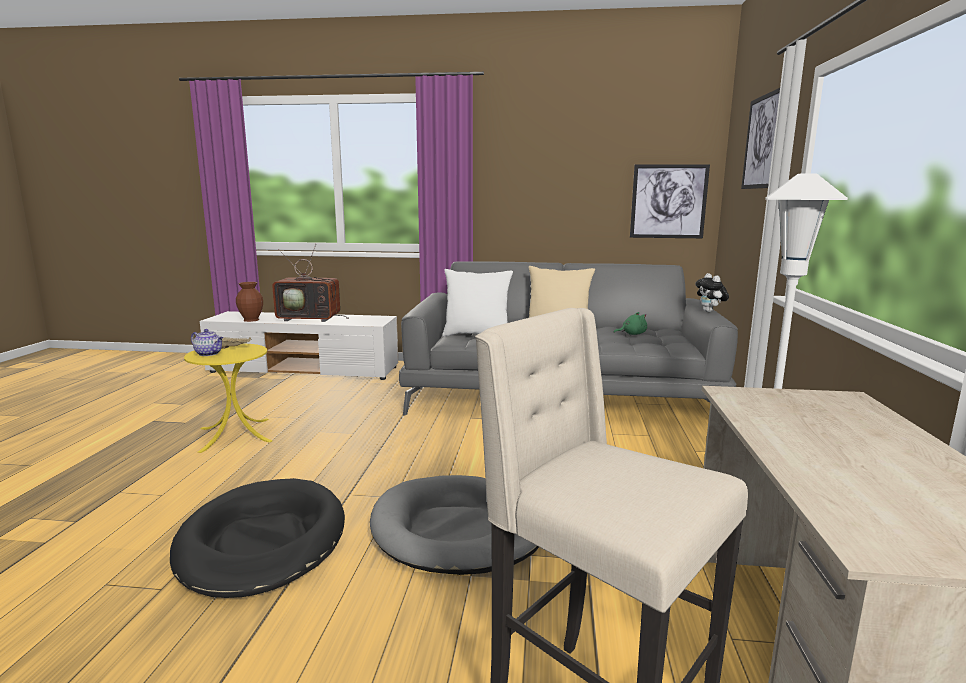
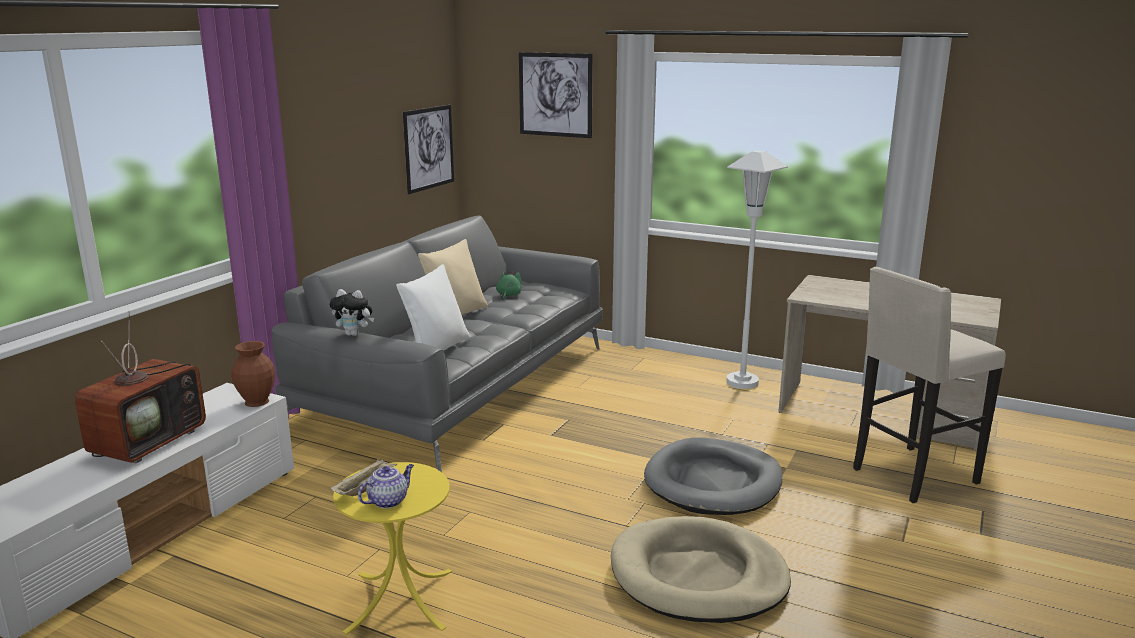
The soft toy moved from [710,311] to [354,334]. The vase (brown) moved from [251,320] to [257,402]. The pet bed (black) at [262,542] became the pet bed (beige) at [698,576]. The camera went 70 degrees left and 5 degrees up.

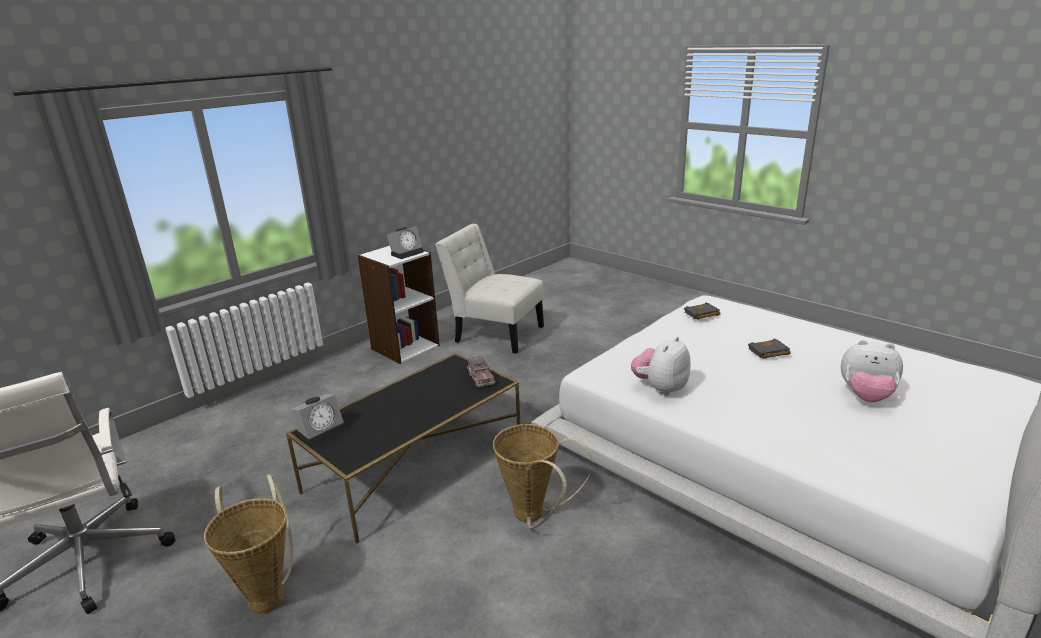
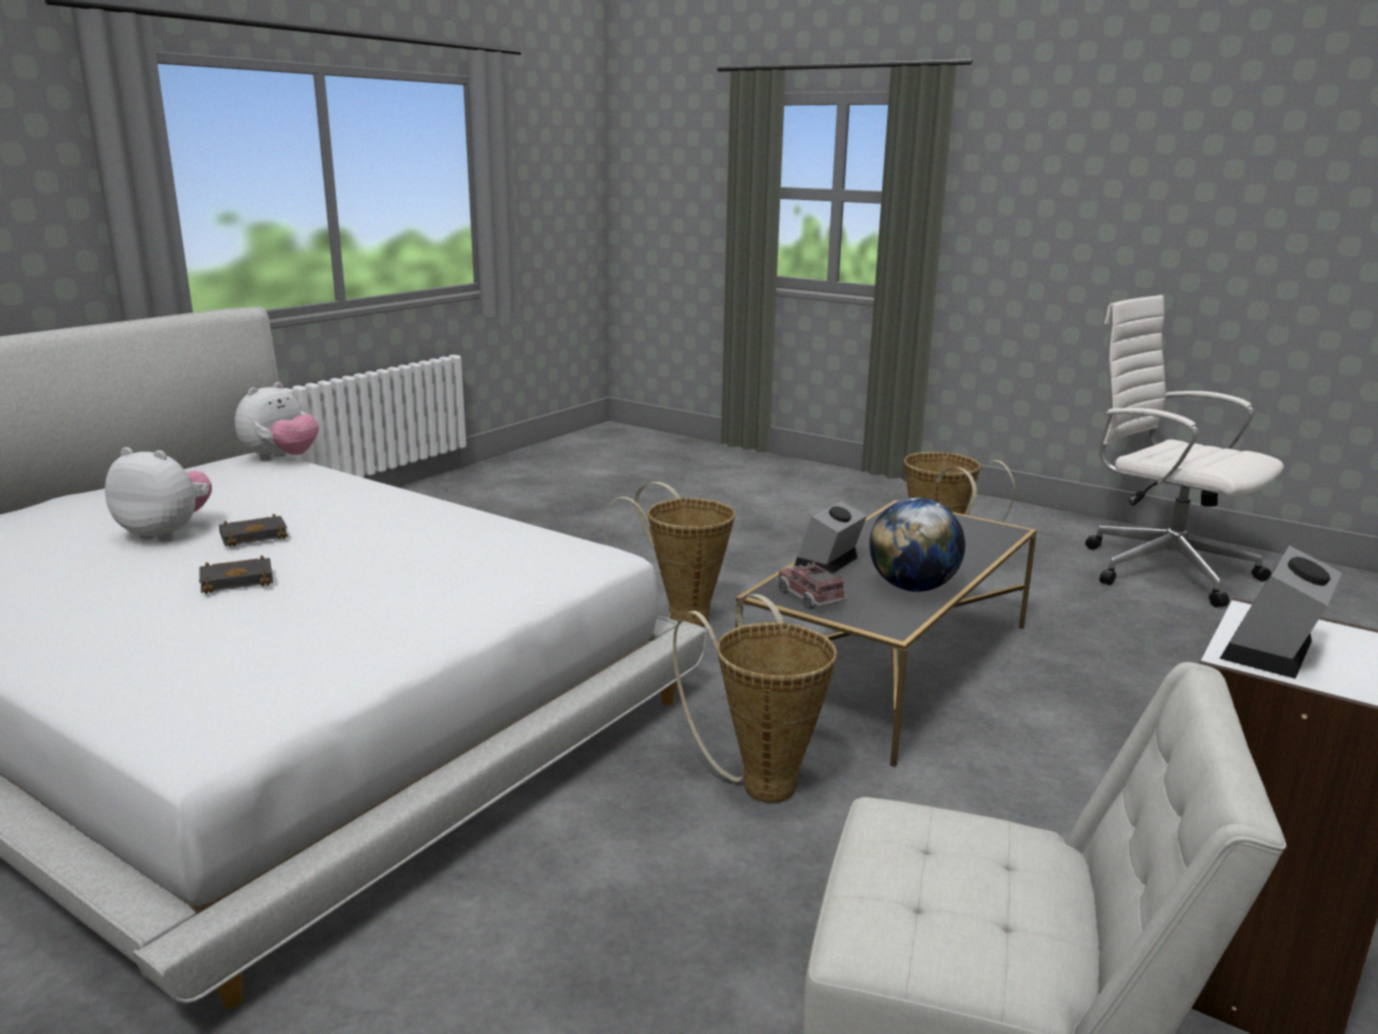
The bound book (black) moved from [701,314] to [255,535]. The soft toy moved from [660,388] to [281,458]. The bedside clock moved from [322,431] to [828,563]. The desk globe at [912,588] appeared. The household basket at [761,781] appeared. The camera went 170 degrees right and 5 degrees down.

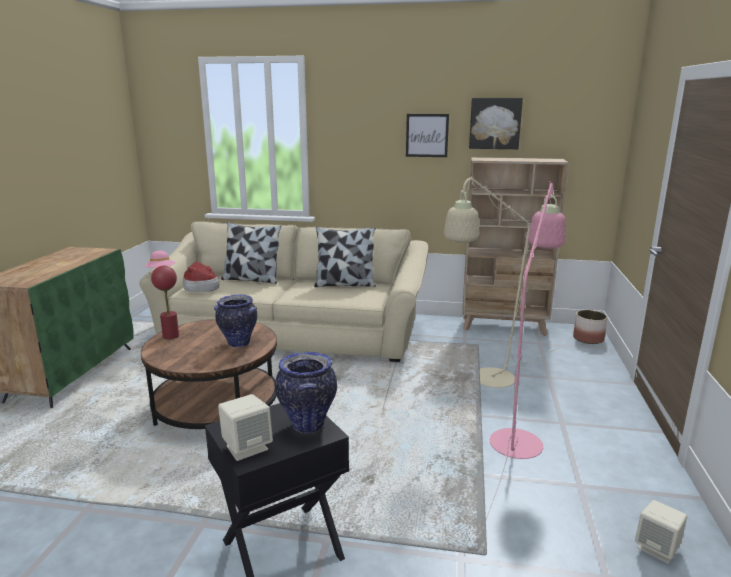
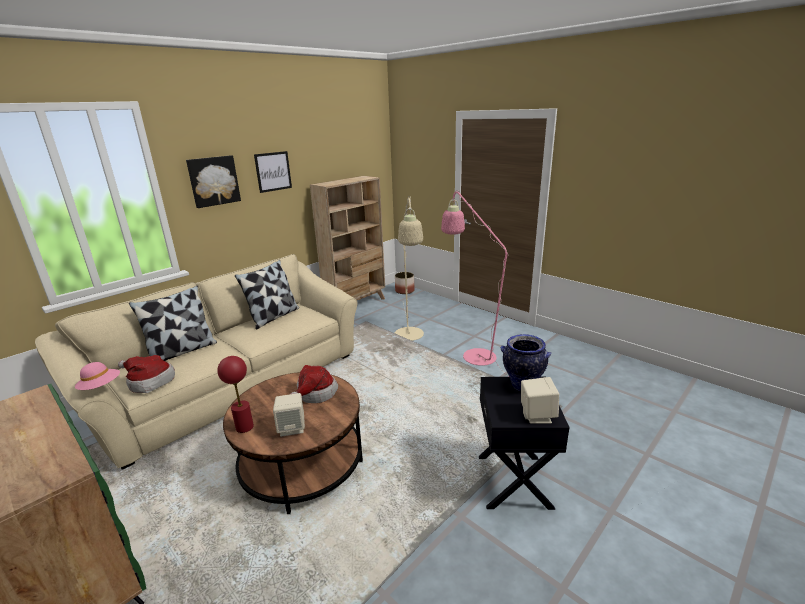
The picture moved from [495,123] to [213,181]. The vase at [238,343] was replaced by the clothing hat at [315,393]. The loudspeaker (beige) moved from [657,548] to [292,428]. The camera went 55 degrees left and 5 degrees up.

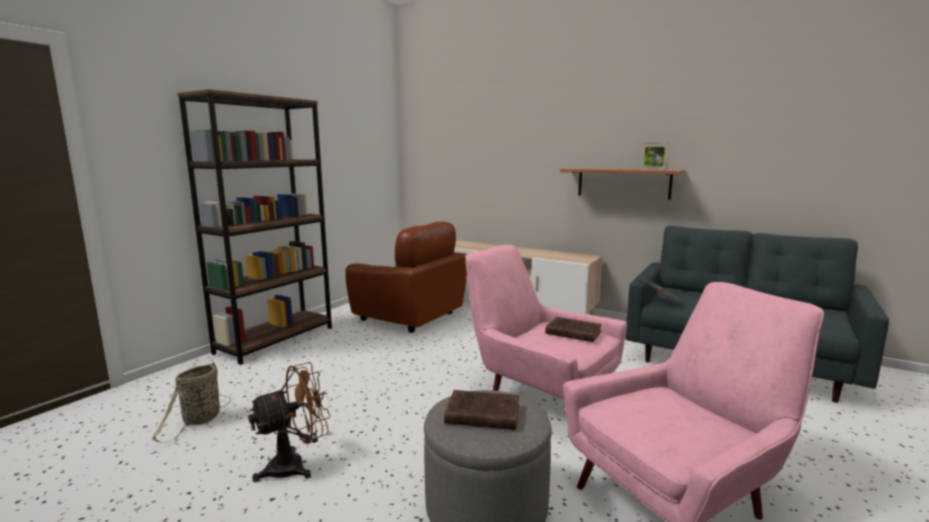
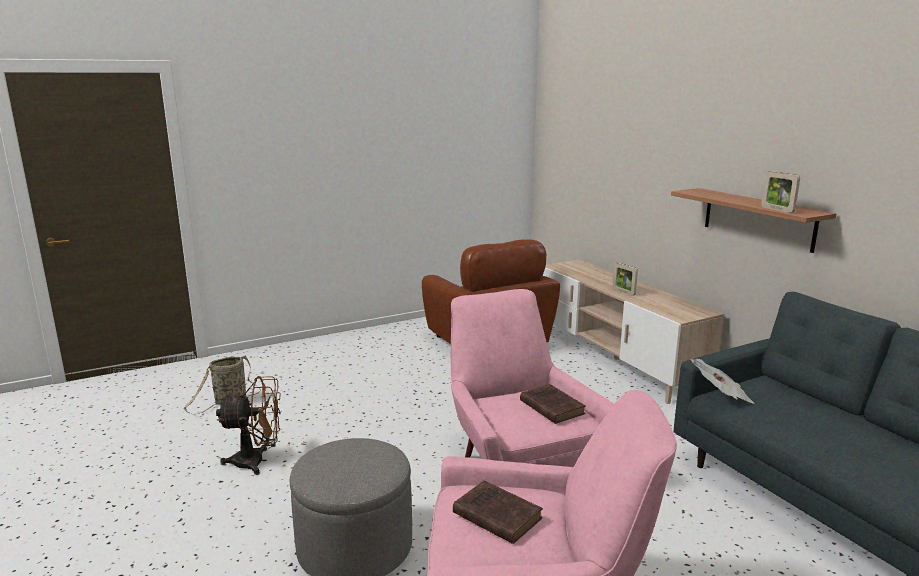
The bookcase (brown) at [276,340] disappeared. The bound book (brown) moved from [480,414] to [495,515]. The picture frame at [623,292] appeared. The camera went 30 degrees right and 5 degrees up.

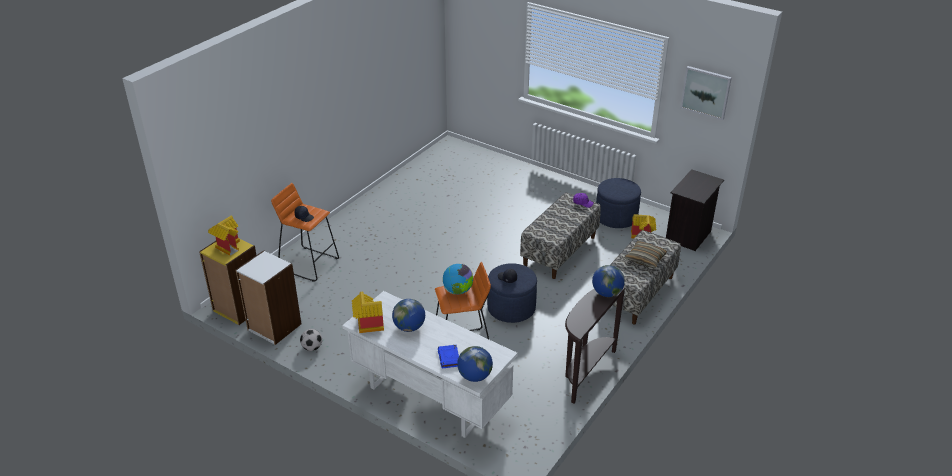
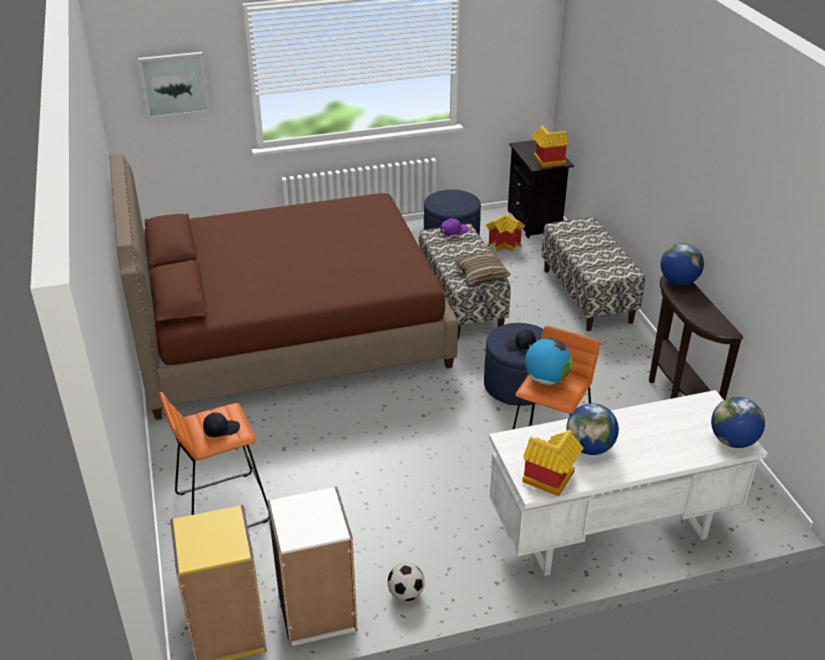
The picture moved from [706,92] to [174,84]. The model house moved from [227,246] to [546,162]. The cushion moved from [645,259] to [481,274]. The bound book (blue) at [449,358] disappeared. The bedroom bed (brown) at [289,331] appeared. The camera went 50 degrees left and 0 degrees up.

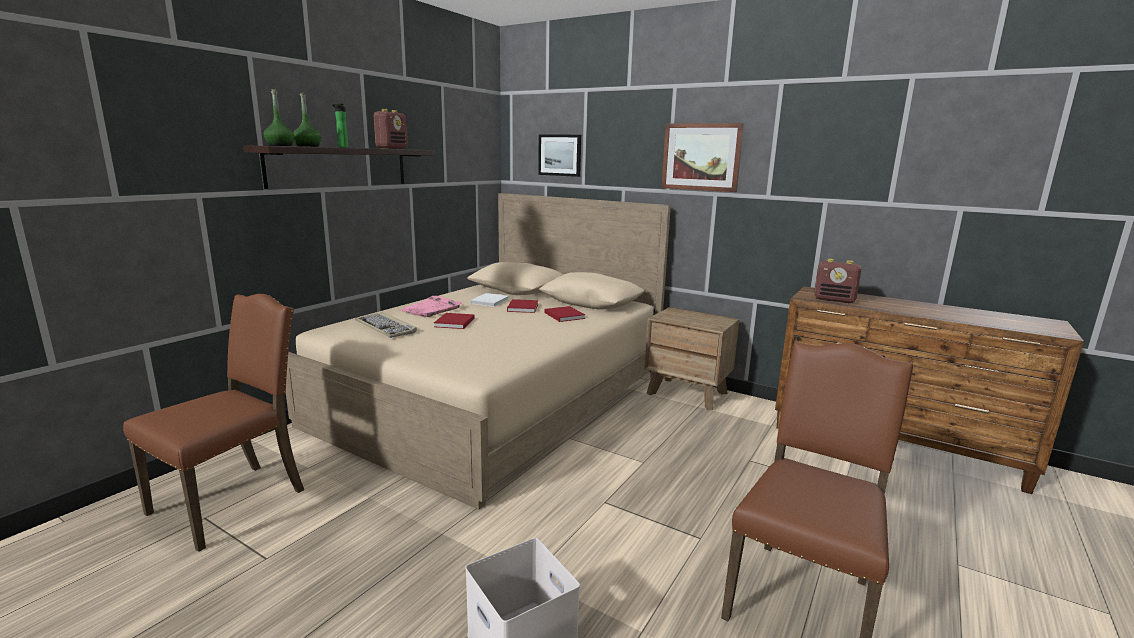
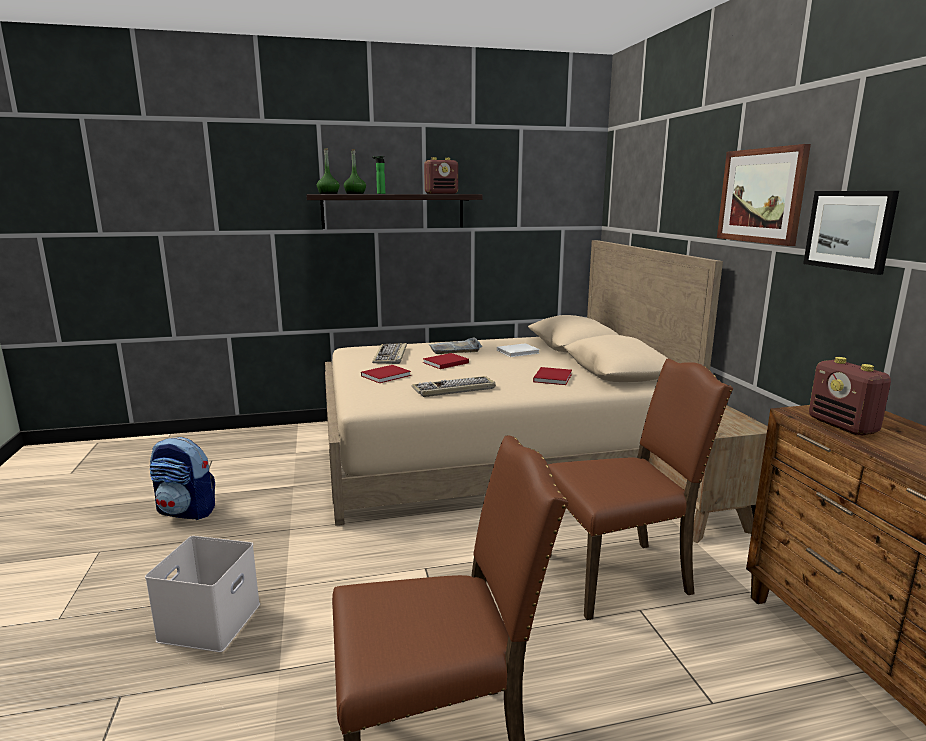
The picture moved from [560,155] to [849,230]. The plain chair (brown) moved from [233,501] to [620,575]. The carrying tray (pink-coloured) at [431,309] became the carrying tray (grey) at [455,348]. The bound book (reddish) moved from [523,307] to [387,375]. The computer keyboard at [454,389] appeared. The backpack at [187,511] appeared. The camera went 45 degrees right and 0 degrees up.

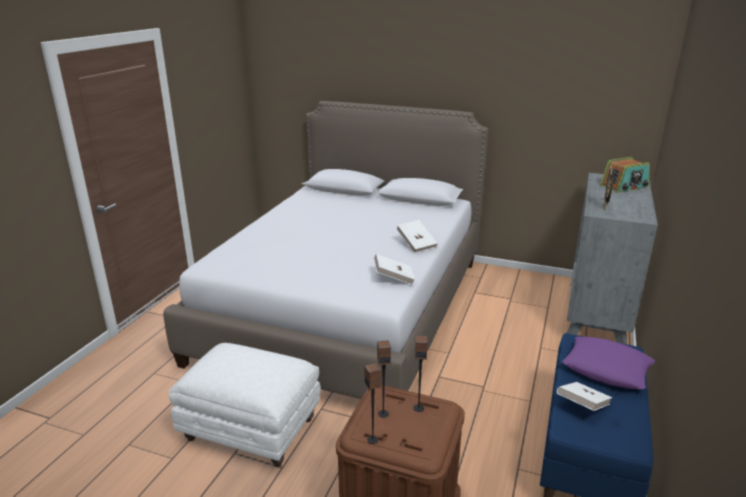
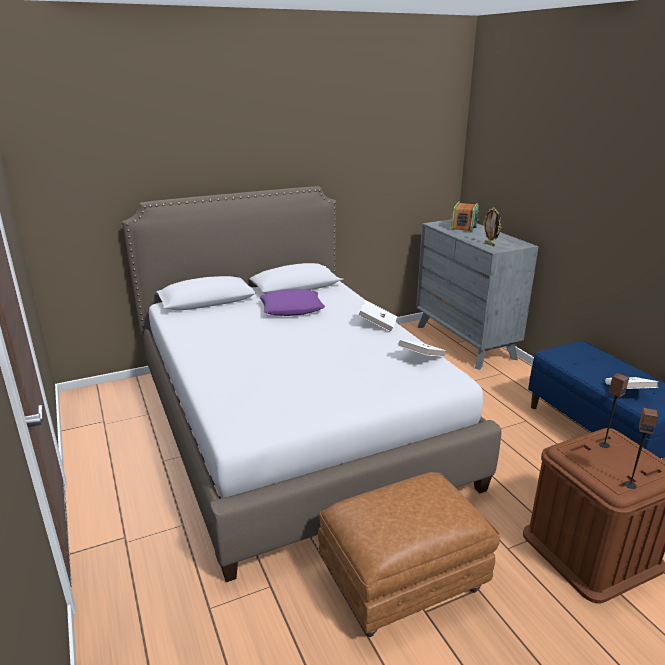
The cushion (purplish) moved from [607,369] to [292,308]. The loudspeaker at [383,413] disappeared. The ottoman (white) at [252,429] became the ottoman (brown) at [403,580]. The camera went 45 degrees left and 0 degrees up.

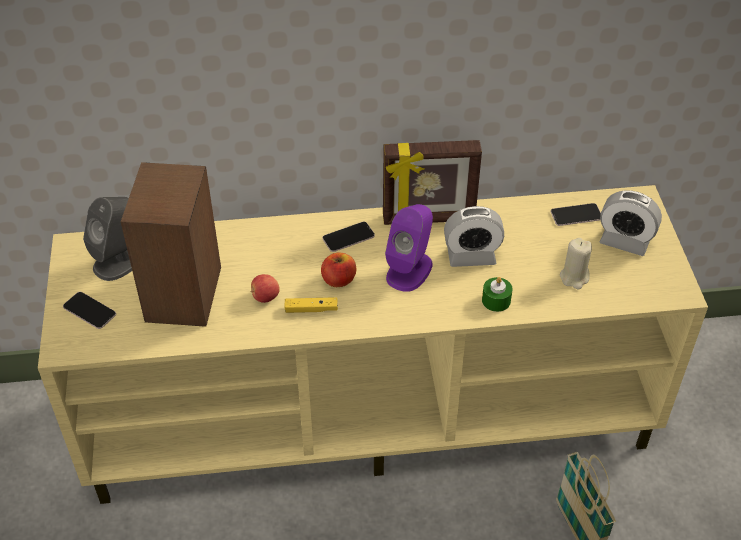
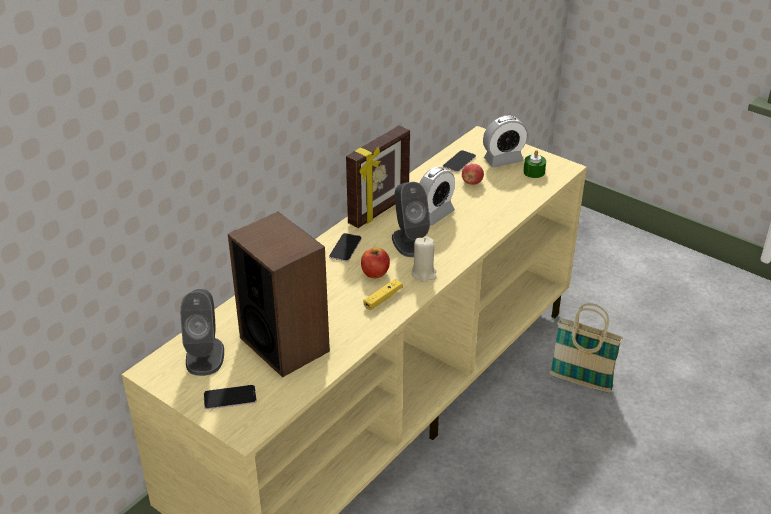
The loudspeaker (purplish) at [409,270] became the loudspeaker (grey) at [409,242]. The wax candle (beige) moved from [574,277] to [424,273]. The whole apple moved from [265,297] to [472,182]. The wax candle (greenish) moved from [496,300] to [534,172]. The camera went 45 degrees left and 10 degrees down.

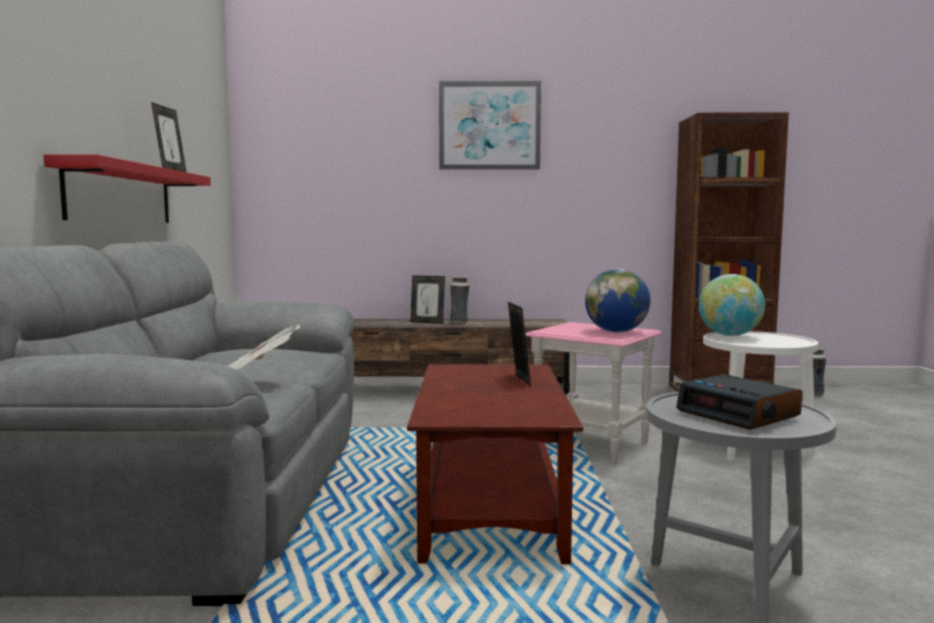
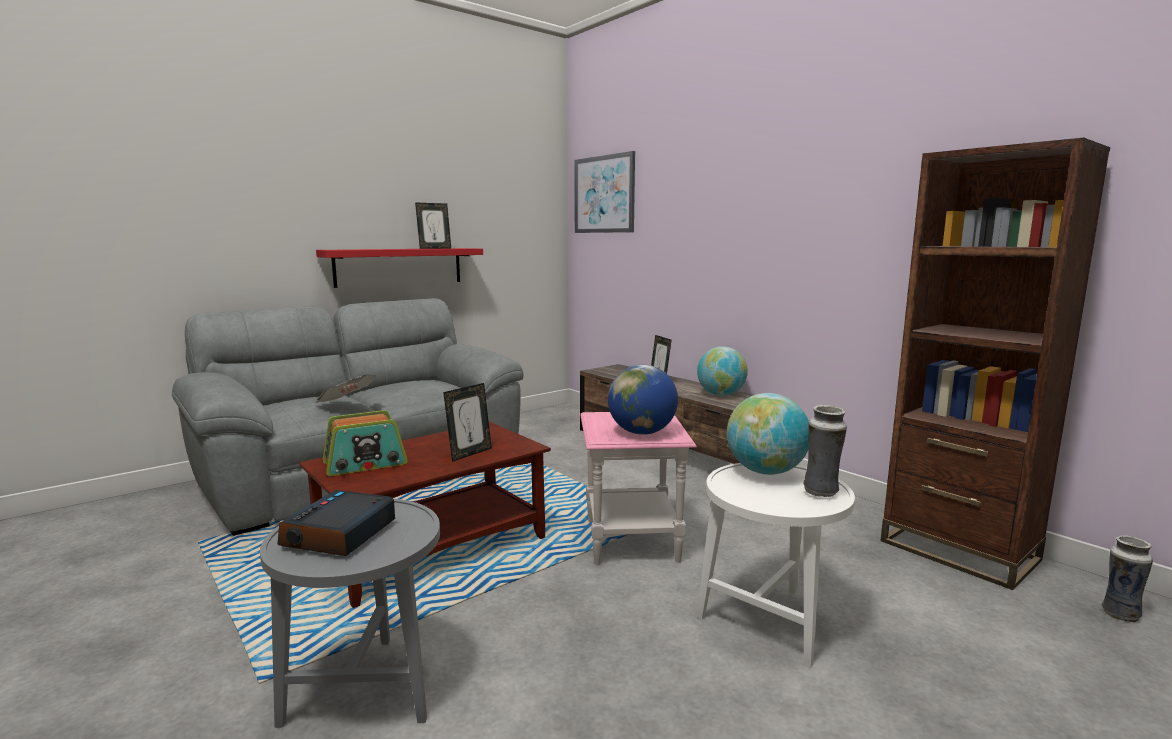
The picture moved from [489,126] to [604,194]. The vase moved from [459,323] to [821,492]. The desk globe at [720,395] appeared. The radio set at [365,463] appeared. The camera went 50 degrees right and 5 degrees up.

